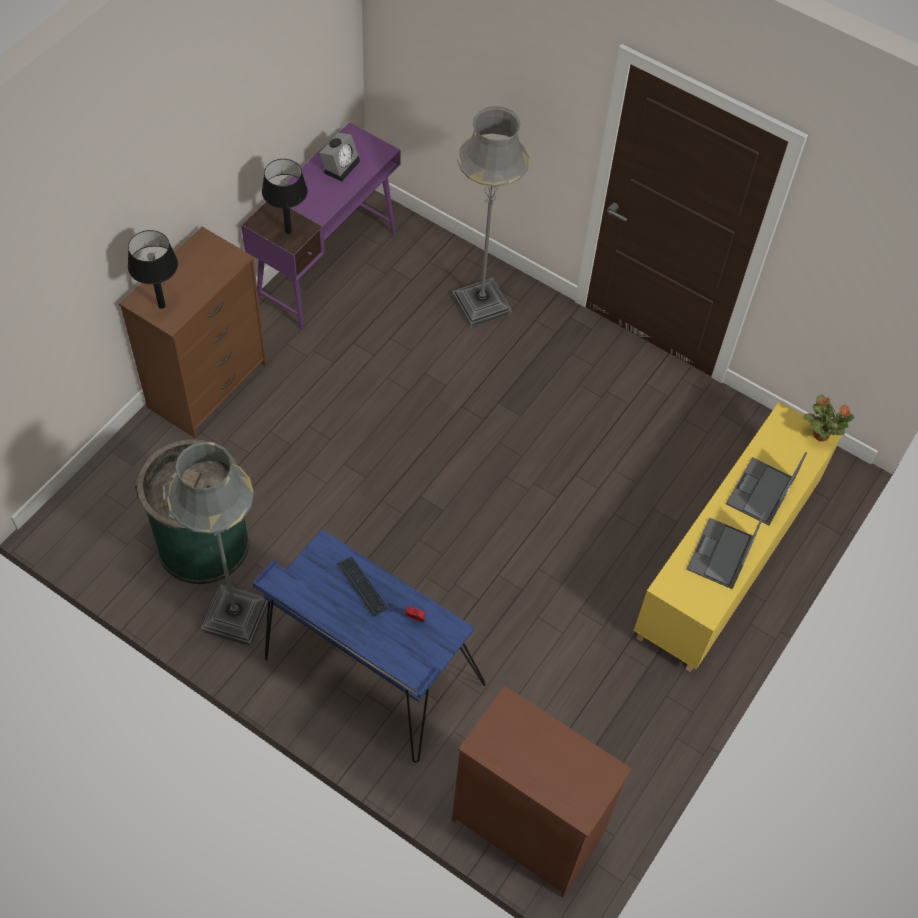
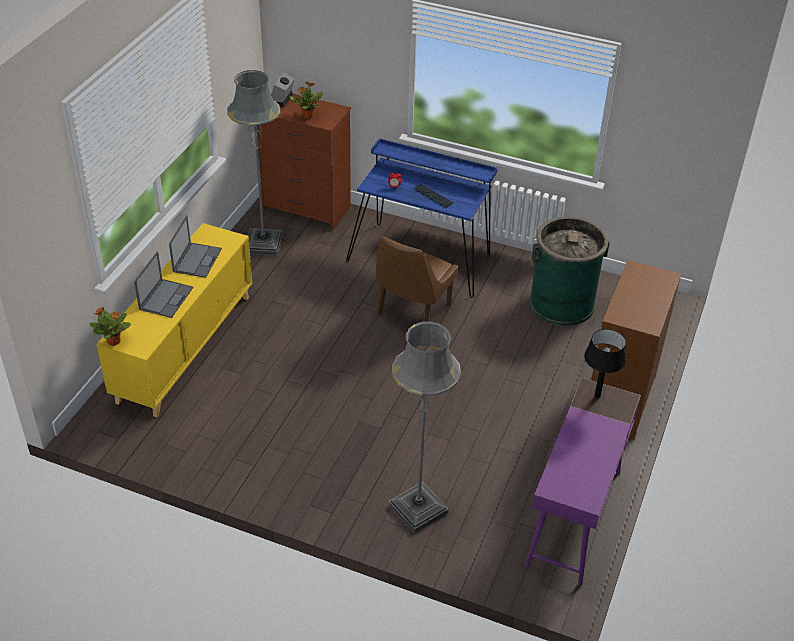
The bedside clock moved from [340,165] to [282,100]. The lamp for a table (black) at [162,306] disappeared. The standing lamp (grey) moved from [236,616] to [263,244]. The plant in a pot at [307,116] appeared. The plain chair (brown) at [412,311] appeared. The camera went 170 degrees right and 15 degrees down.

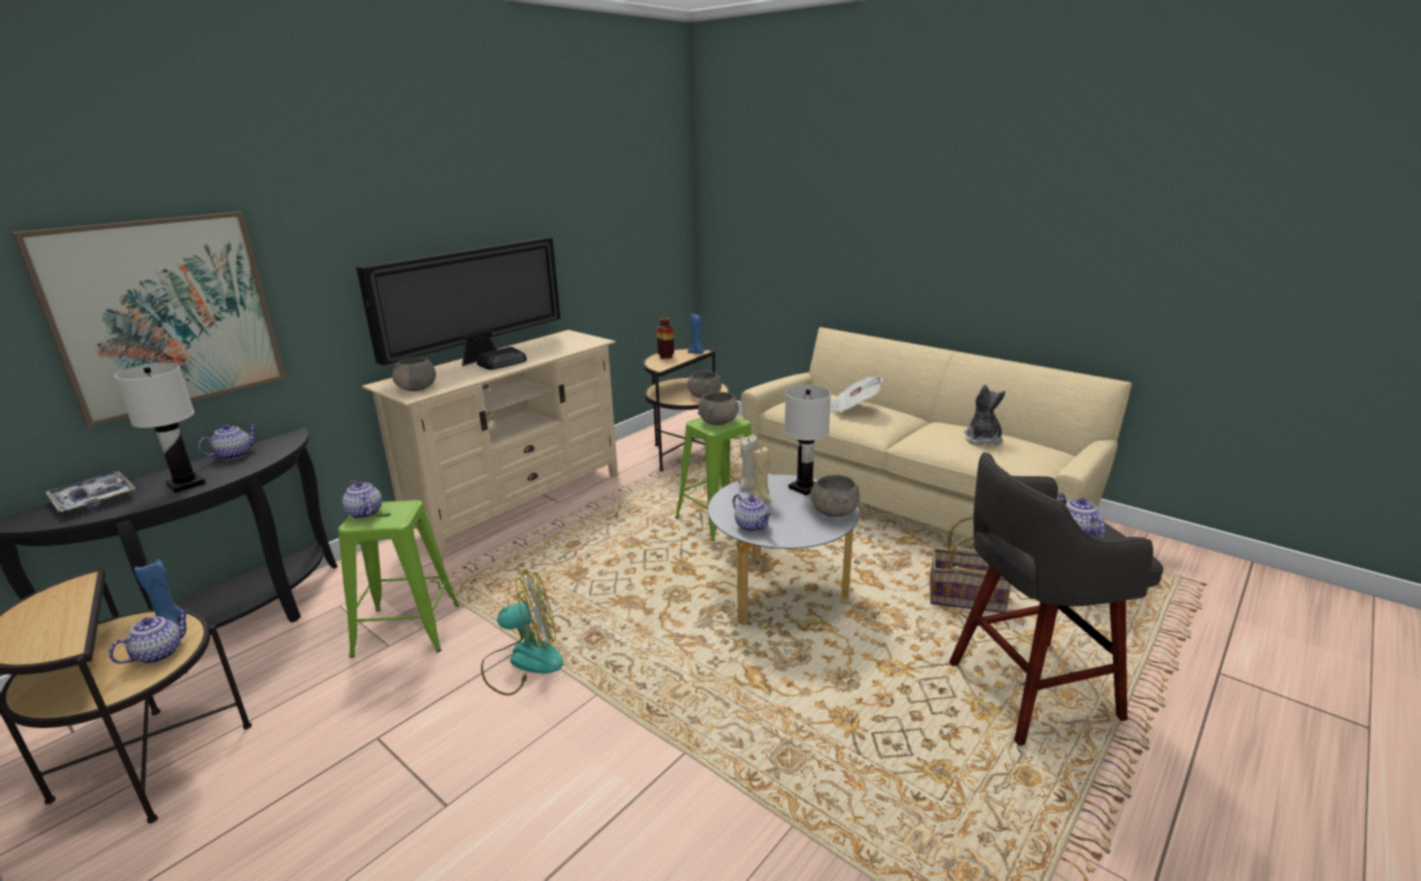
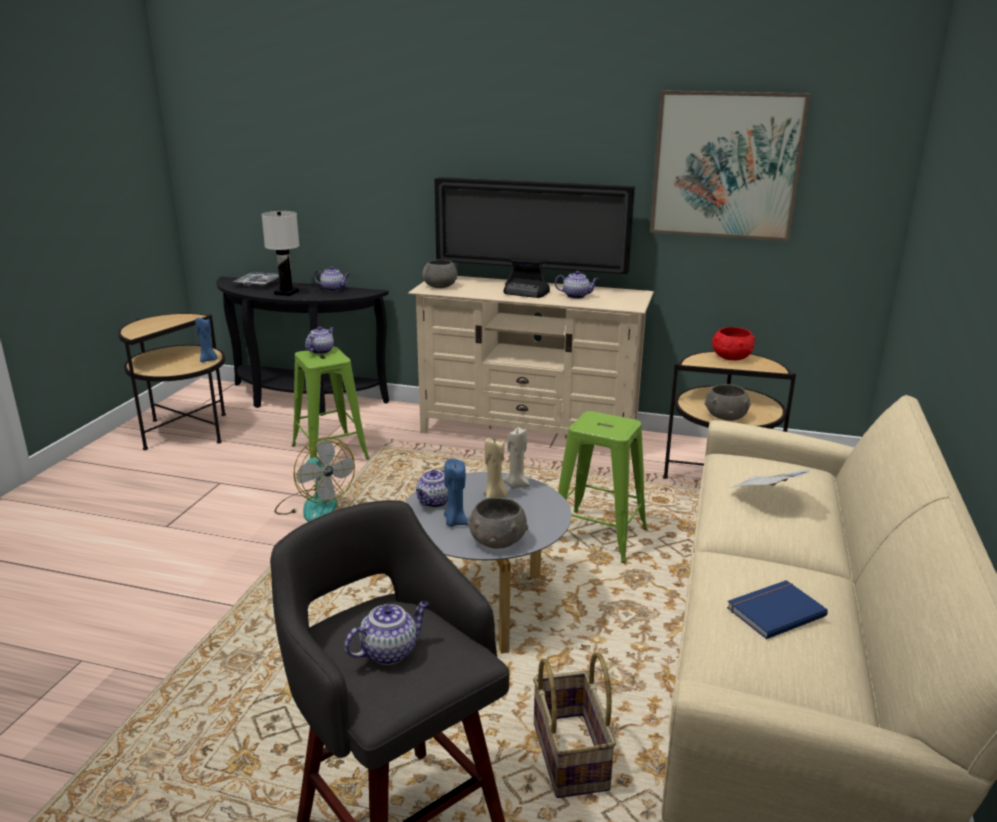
The picture moved from [165,314] to [725,166]. The wax candle (blue) moved from [697,353] to [455,522]. The vase at [666,357] was replaced by the deep dish (reddish) at [731,358]. The soft toy at [982,440] was replaced by the bound book (blue) at [773,611]. The lamp for a table (white) at [804,488] disappeared. The deep dish (grey) at [719,422] disappeared. The pot for tea moved from [160,653] to [576,296]. The camera went 65 degrees right and 0 degrees up.

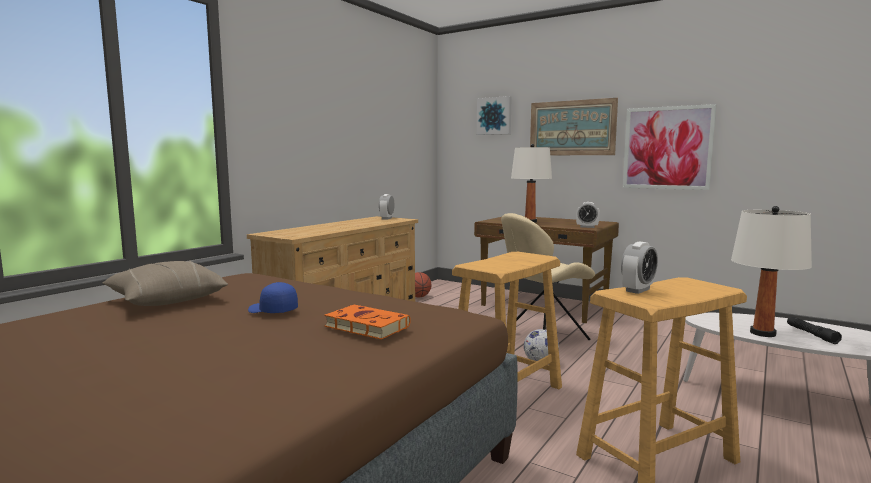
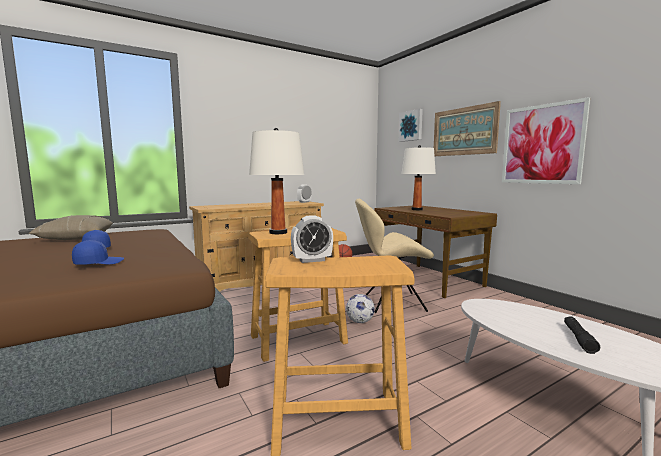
The bedside clock at [587,227] disappeared. The lamp for a table (white) moved from [763,333] to [278,232]. The bound book (orange) at [365,326] was replaced by the baseball cap (blue) at [99,262]. The camera went 25 degrees right and 0 degrees up.

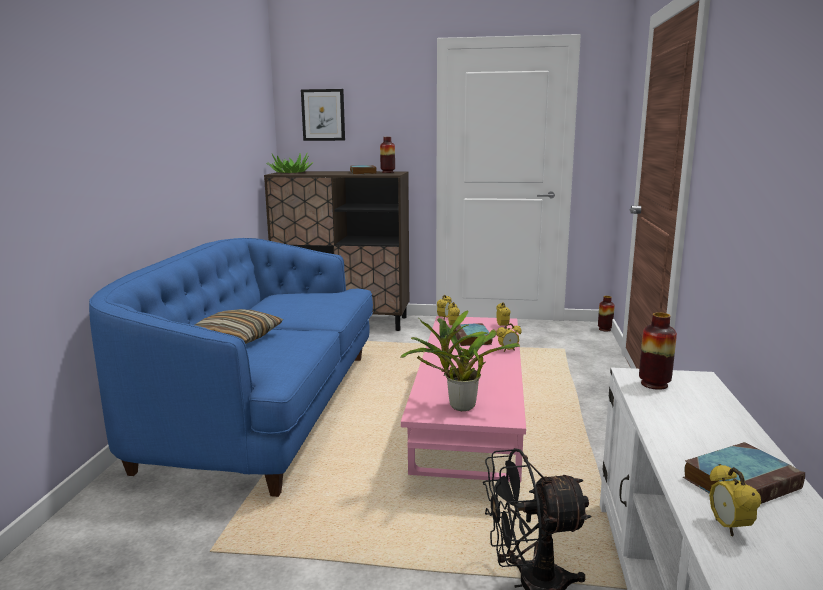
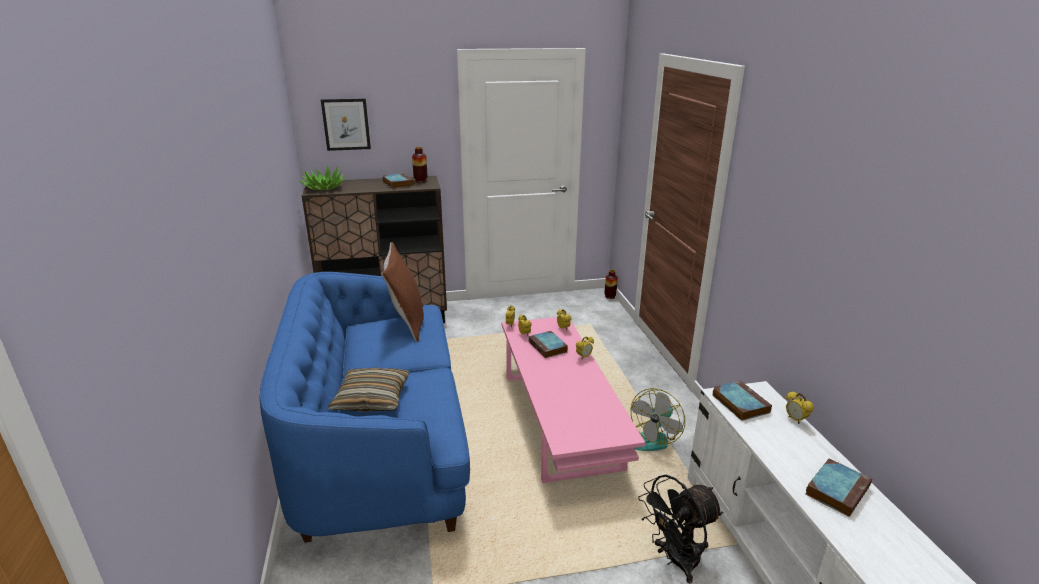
The plant in a pot at [458,406] disappeared. The vase at [654,384] was replaced by the bound book at [739,403]. The bedside clock moved from [728,527] to [795,420]. The cushion (brown) at [407,323] appeared. The electric fan at [653,438] appeared. The camera went 20 degrees left and 10 degrees up.

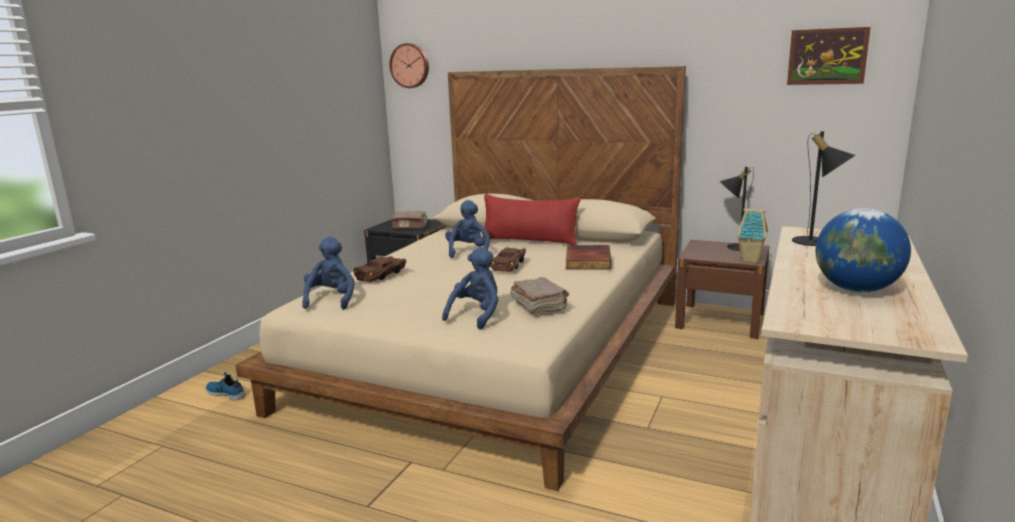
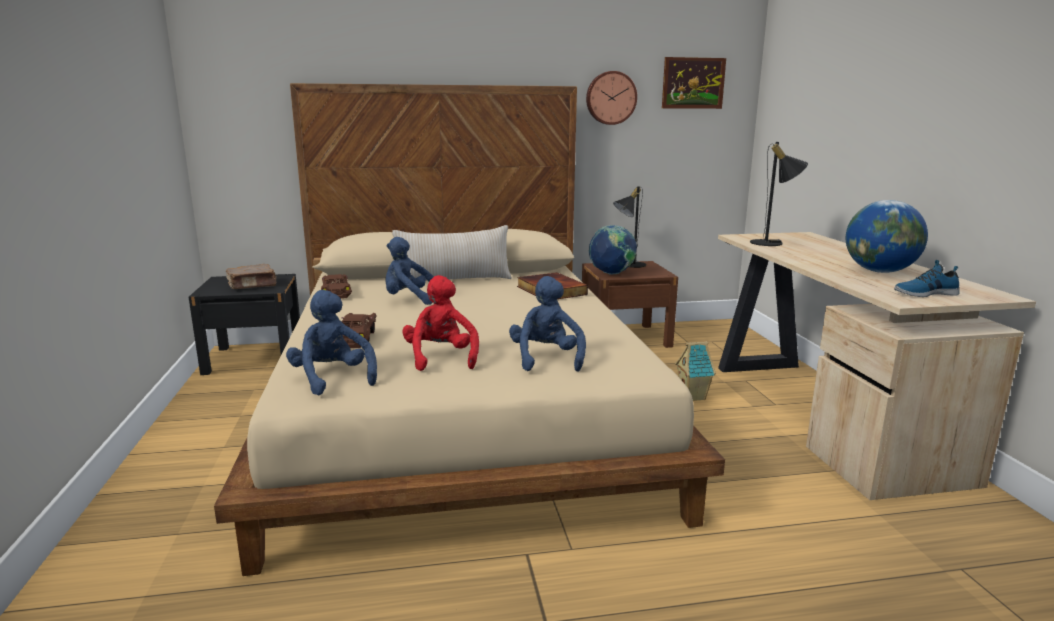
The hanging clock moved from [410,65] to [610,98]. The cushion (reddish) at [529,241] became the cushion (beige) at [454,280]. The soft toy (blue) at [468,252] turned 45 degrees counterclockwise. The model house moved from [751,259] to [693,397]. The model car (brown) moved from [509,265] to [336,293]. The bound book (brown) at [539,305] disappeared. The shoe moved from [226,393] to [924,293]. The desk globe at [612,274] appeared. The soft toy (reddish) at [441,358] appeared. The camera went 35 degrees left and 0 degrees up.

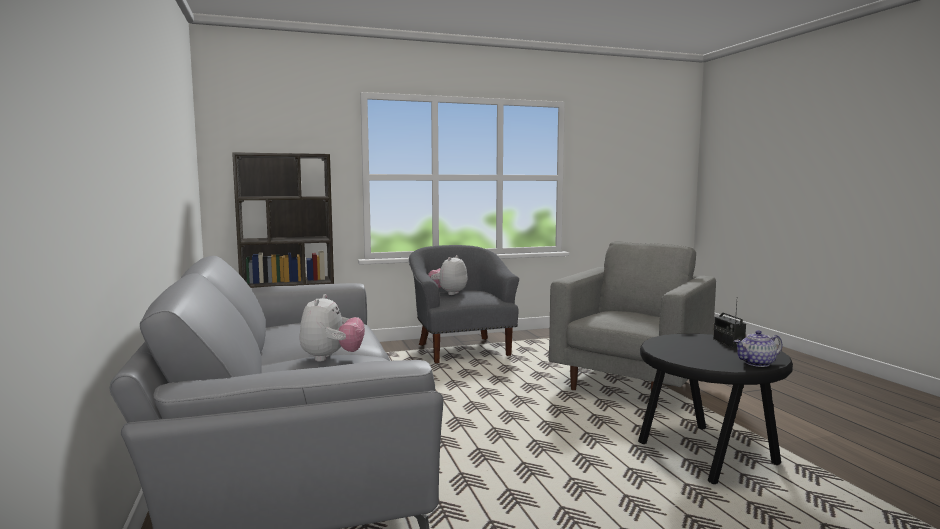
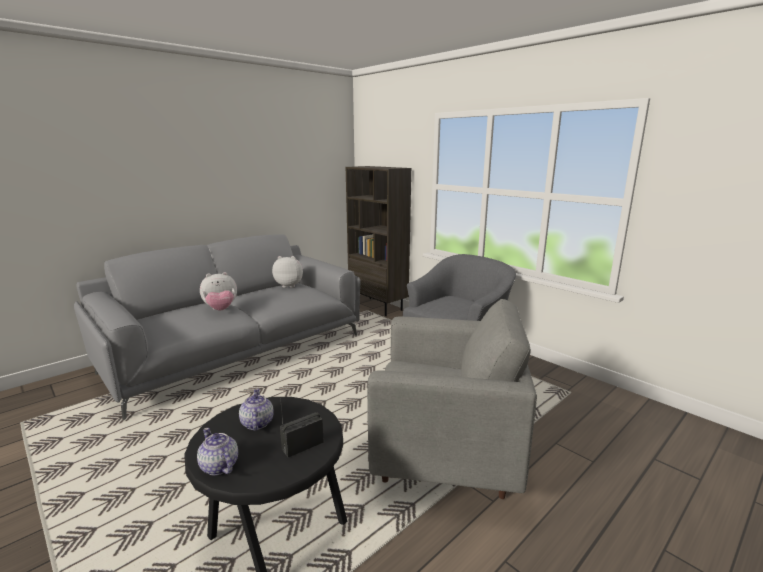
The soft toy moved from [448,293] to [289,285]. The pot for tea at [256,423] appeared. The camera went 65 degrees right and 10 degrees up.

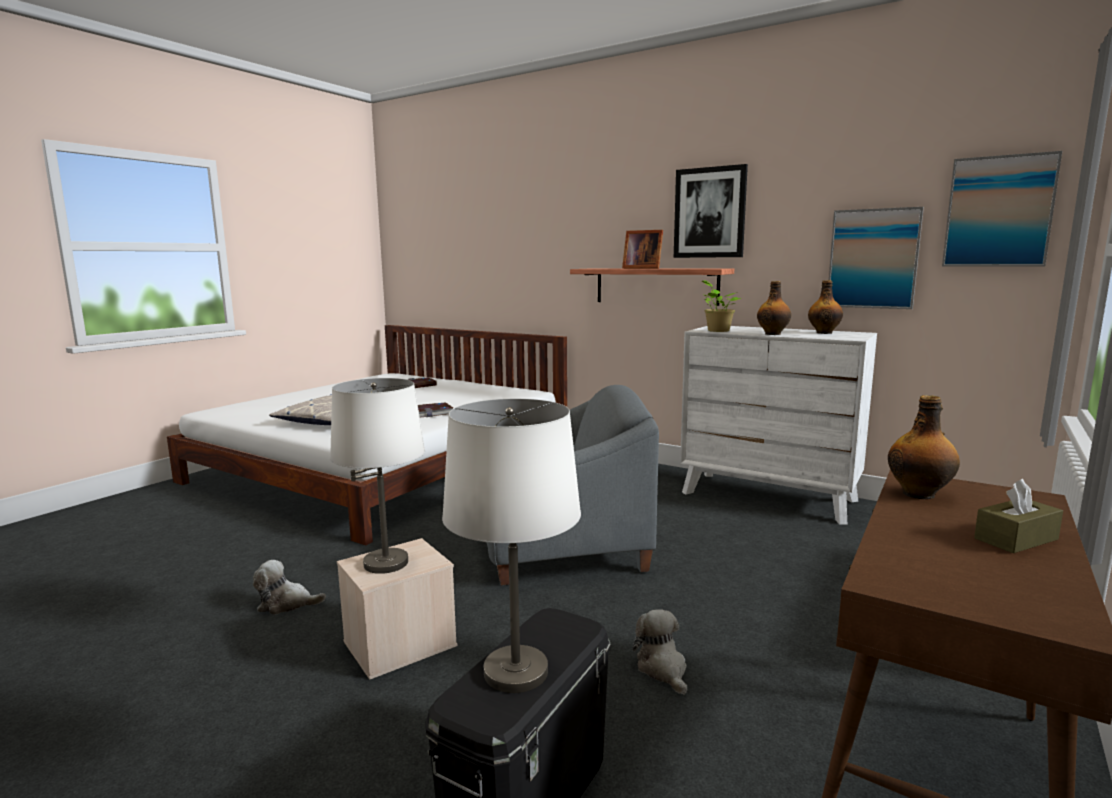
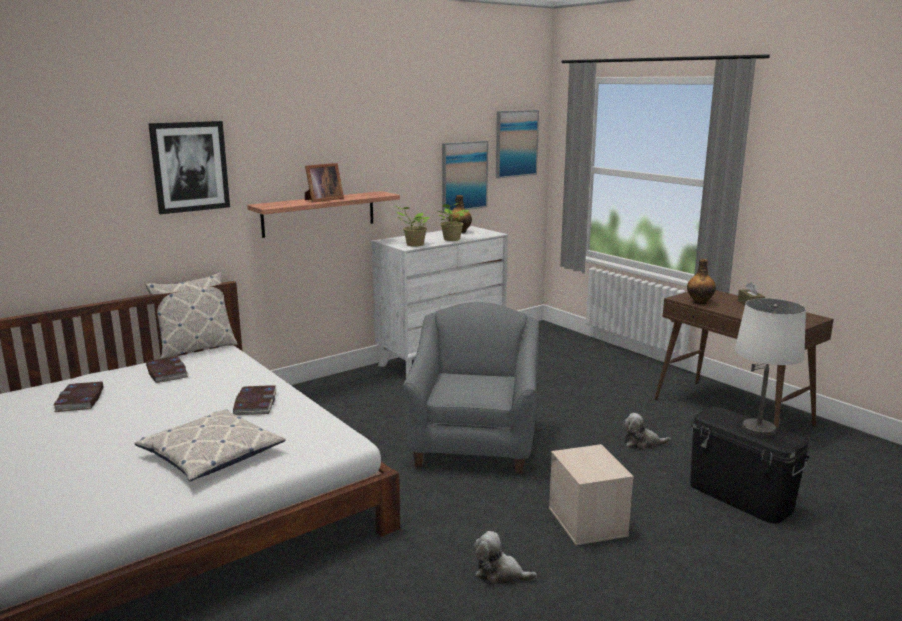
The picture moved from [710,213] to [190,166]. The drink bottle at [773,334] was replaced by the plant in a pot at [451,239]. The lamp for a table (white) at [386,563] disappeared. The soft toy at [286,604] turned 90 degrees clockwise. The cushion at [196,349] appeared. The bound book at [166,372] appeared. The camera went 70 degrees left and 5 degrees up.

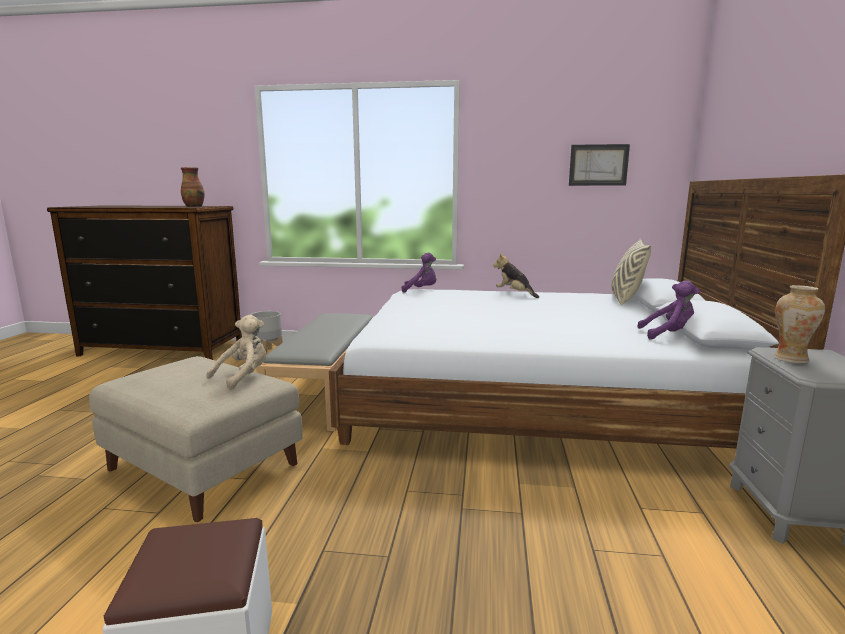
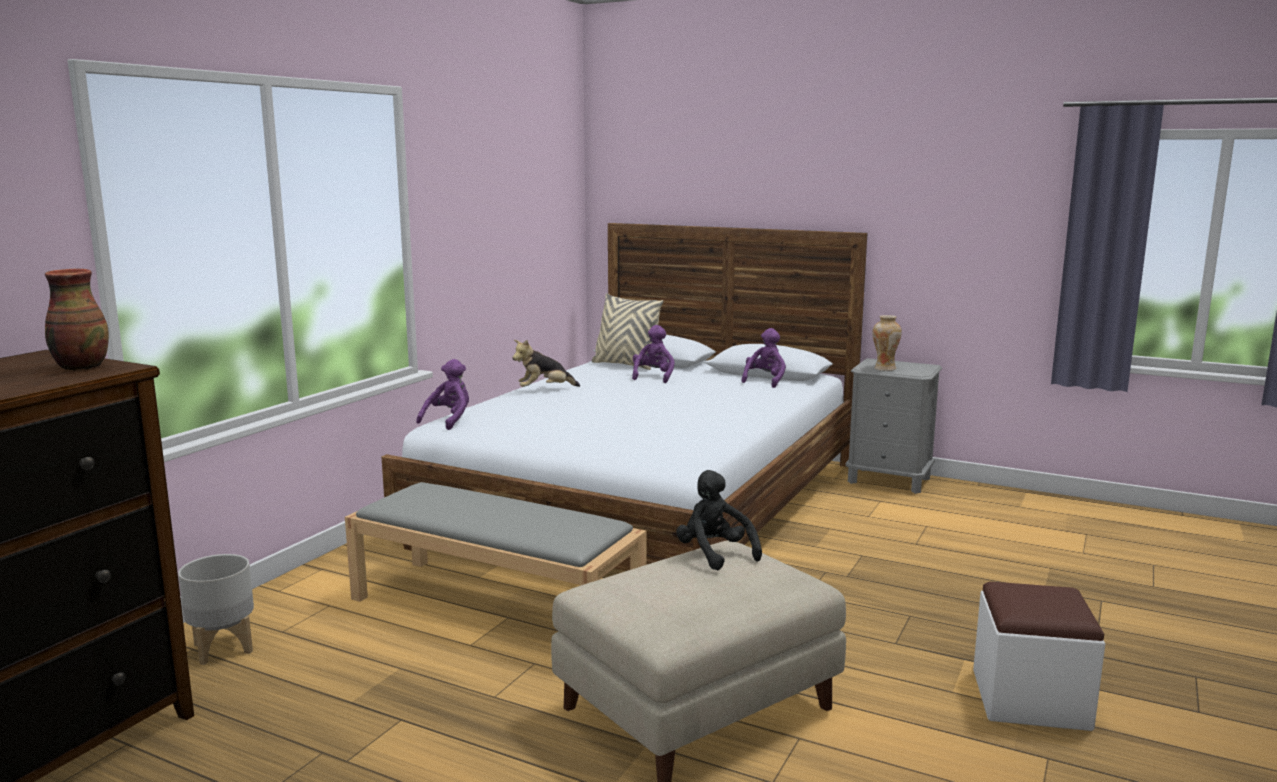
The picture at [598,165] disappeared. The soft toy (beige) at [244,377] became the soft toy (black) at [714,554]. The soft toy (purplish) at [653,377] appeared. The camera went 70 degrees left and 0 degrees up.

